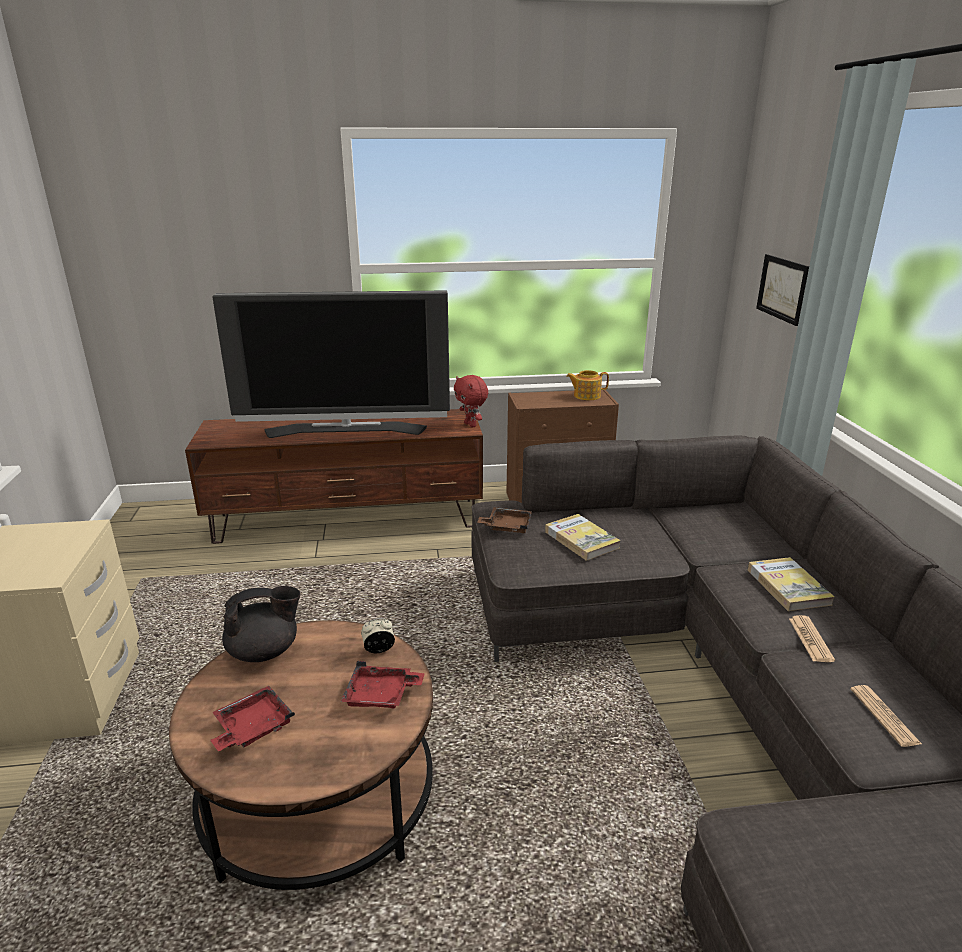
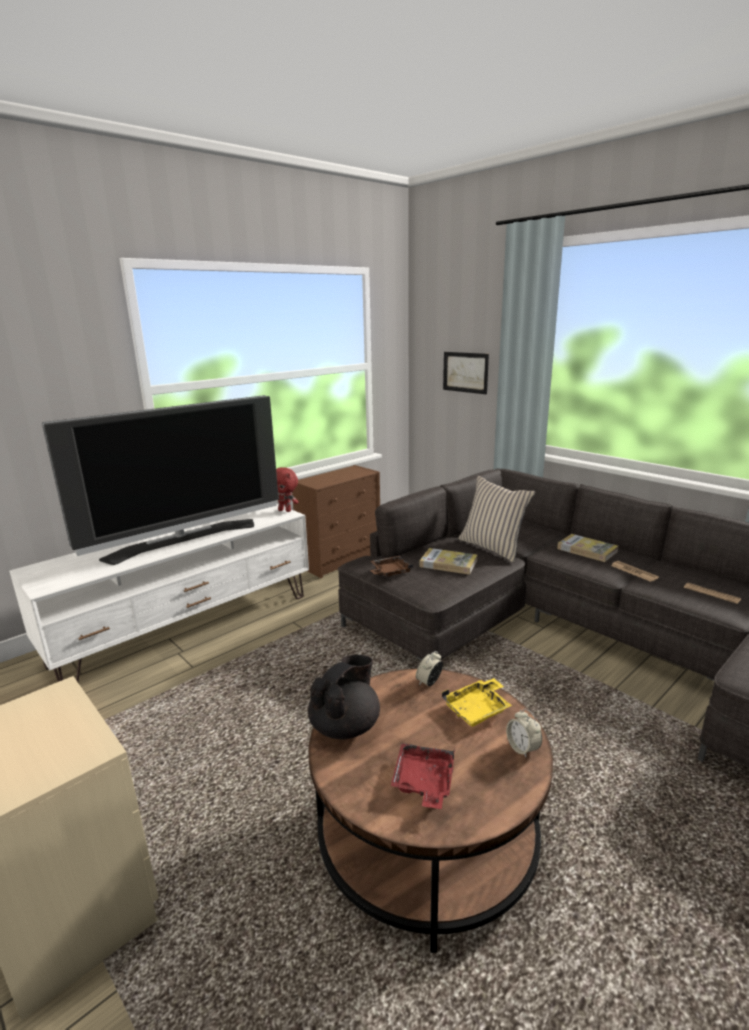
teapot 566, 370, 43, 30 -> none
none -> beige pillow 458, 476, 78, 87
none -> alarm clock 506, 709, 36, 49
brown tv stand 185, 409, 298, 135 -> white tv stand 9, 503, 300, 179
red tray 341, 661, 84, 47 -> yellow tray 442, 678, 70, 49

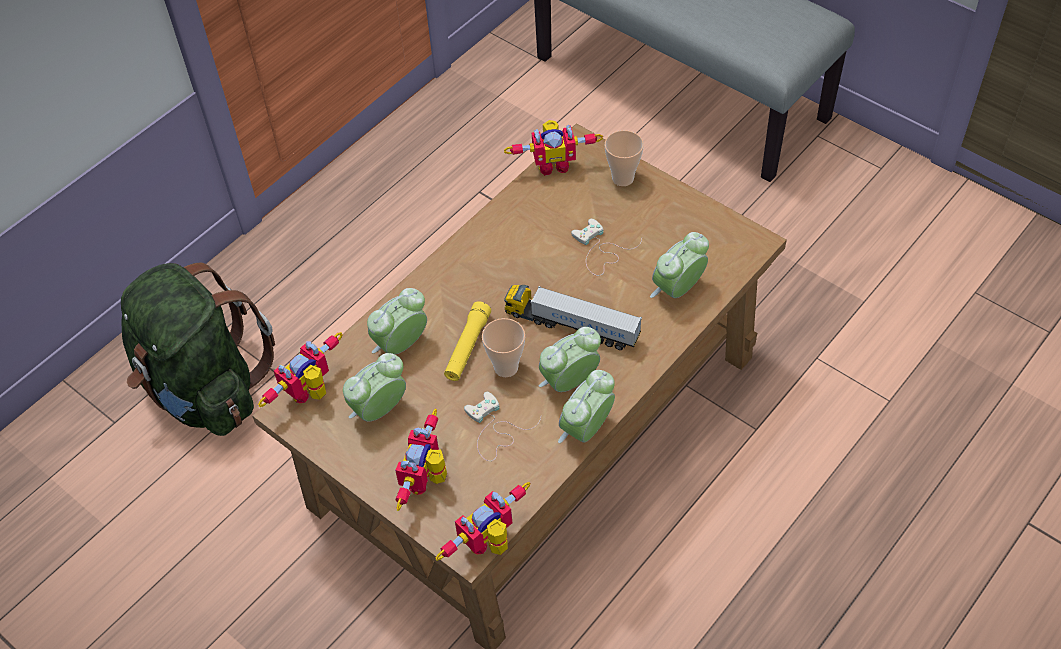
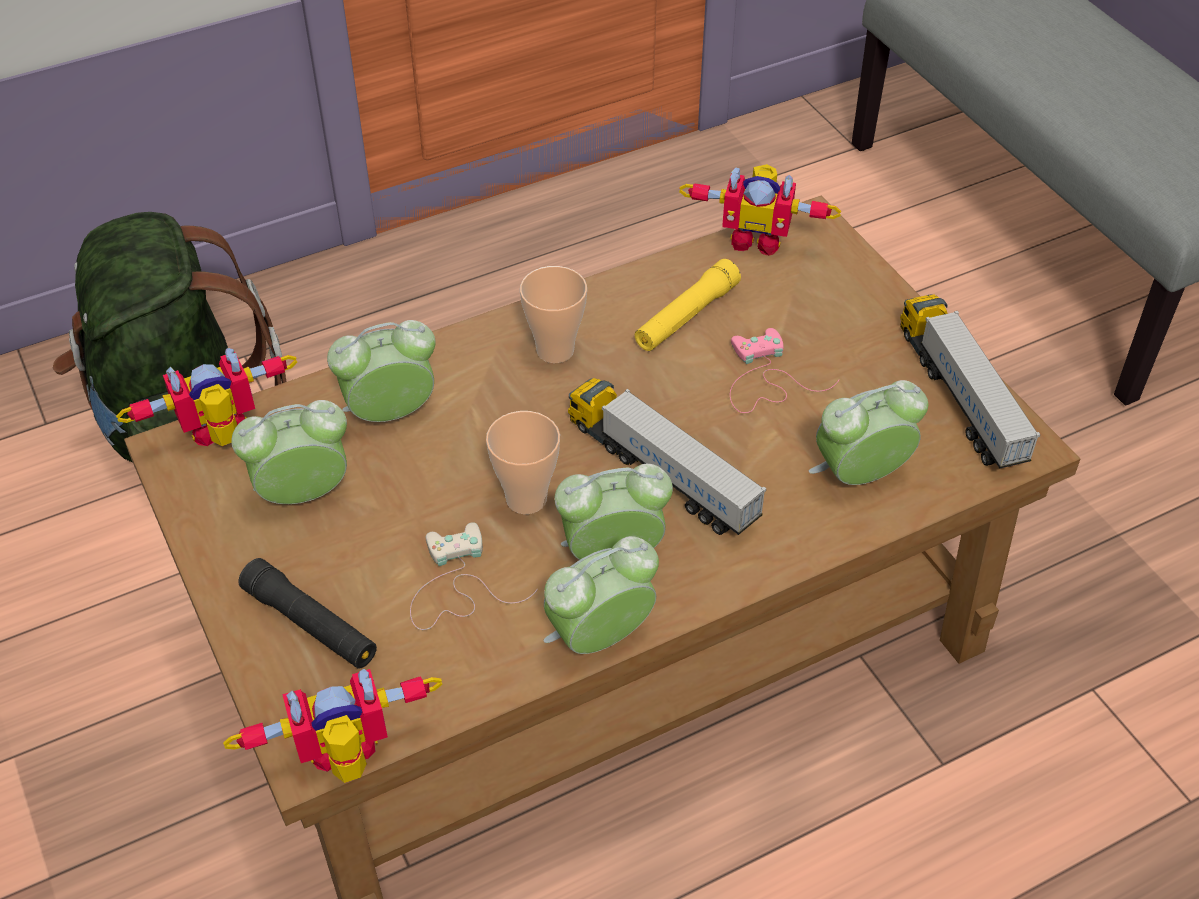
none -> toy truck 900, 294, 141, 175
yellow flashlight 444, 301, 47, 80 -> yellow flashlight 635, 259, 106, 92, move
cup 605, 130, 39, 56 -> cup 520, 266, 67, 97, move
toy robot 395, 409, 52, 102 -> black flashlight 238, 558, 139, 111
white game controller 571, 219, 71, 57 -> pink game controller 730, 328, 109, 85

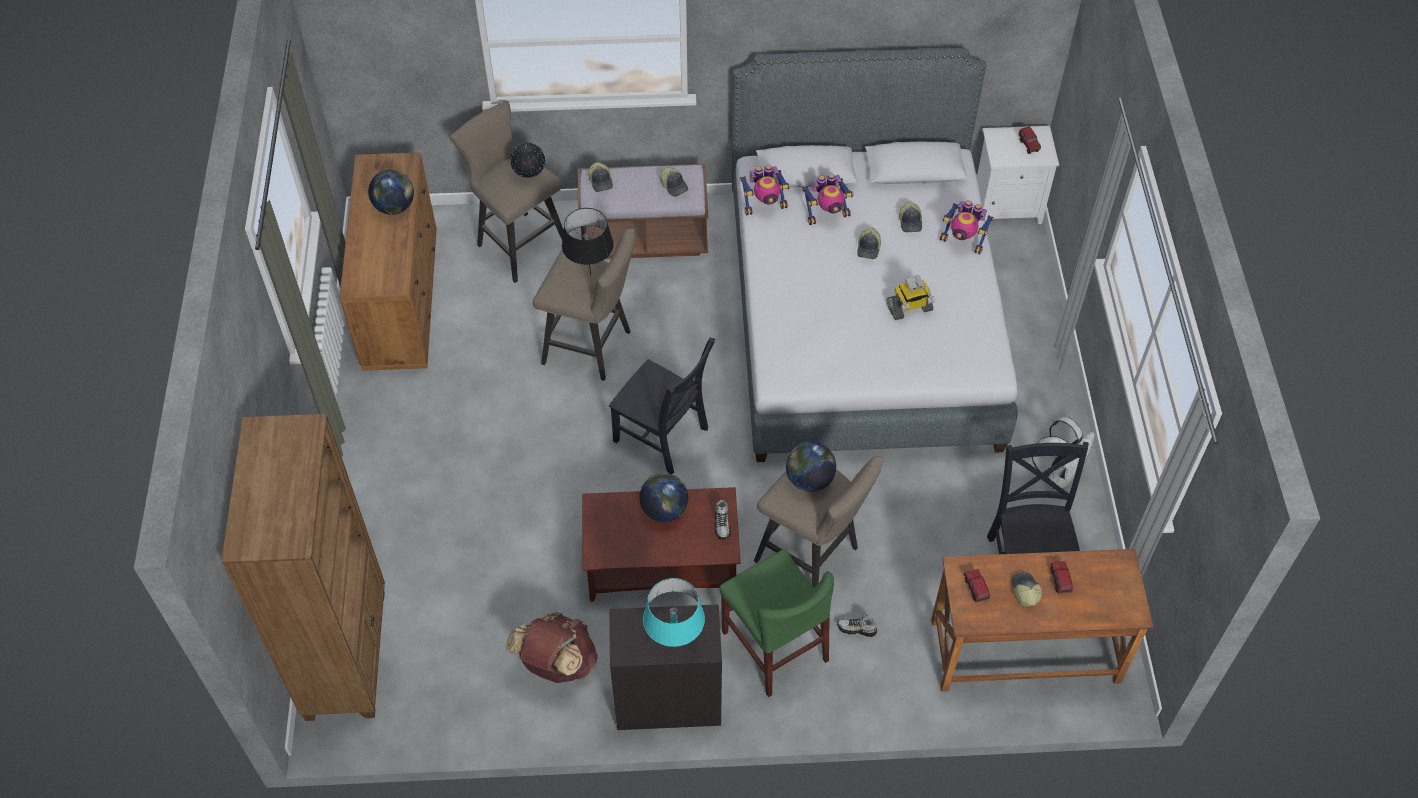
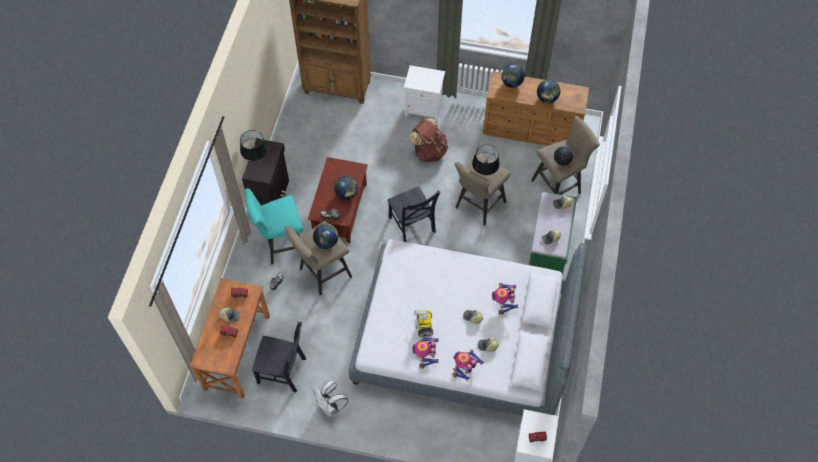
none -> white nightstand 404, 65, 41, 57
none -> globe 501, 64, 24, 24
brown backpack 506, 612, 92, 71 -> brown backpack 409, 118, 39, 44, move
toy robot 740, 165, 50, 50 -> toy robot 412, 335, 27, 34, move
green chair 719, 549, 115, 148 -> turquoise stool 245, 189, 58, 76
brown bench 578, 164, 130, 95 -> green bench 529, 191, 48, 84
turquoise table lamp 643, 578, 62, 69 -> black table lamp 240, 130, 28, 31
black chair 609, 337, 107, 137 -> black chair 388, 186, 53, 56, 75 degrees counterclockwise

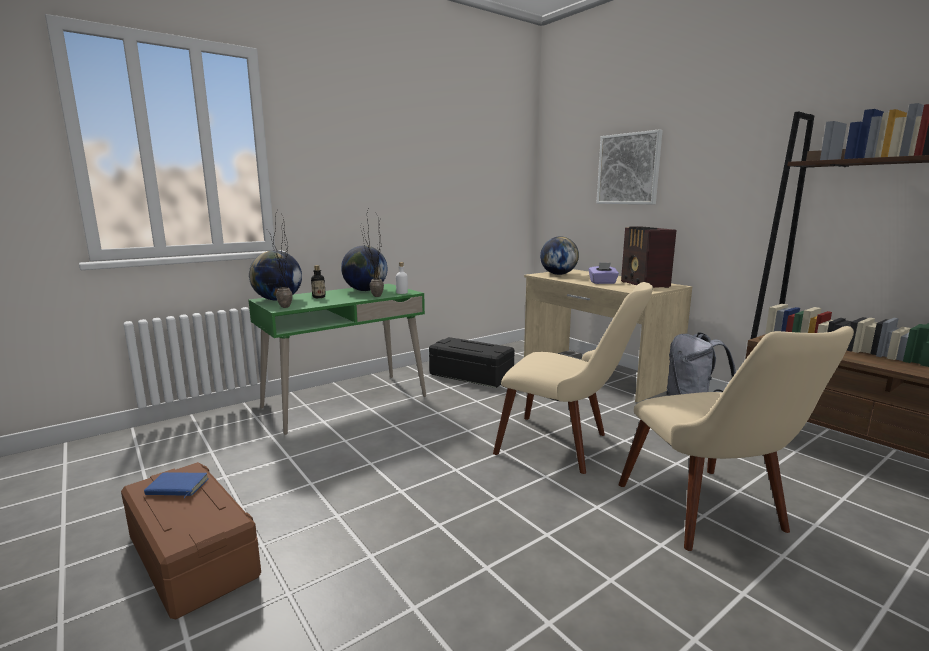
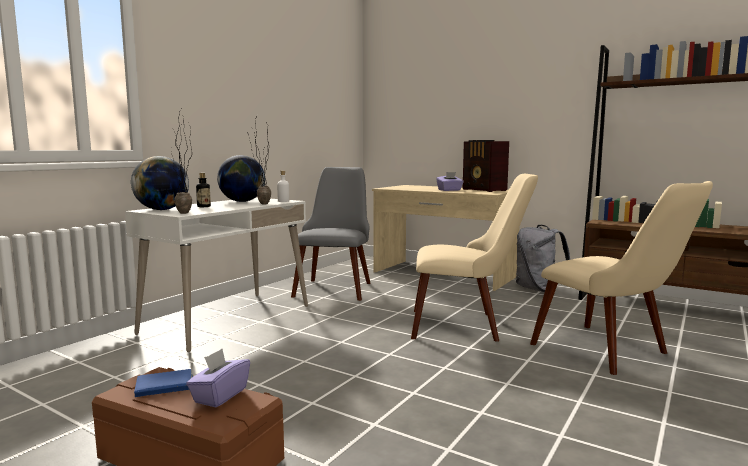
globe 540, 236, 39, 39 -> none
picture 597, 129, 66, 75 -> none
none -> purple tissue box 186, 349, 64, 59
black storage box 429, 337, 86, 51 -> grey chair 291, 167, 80, 134
green desk 248, 284, 178, 151 -> white desk 125, 198, 183, 154

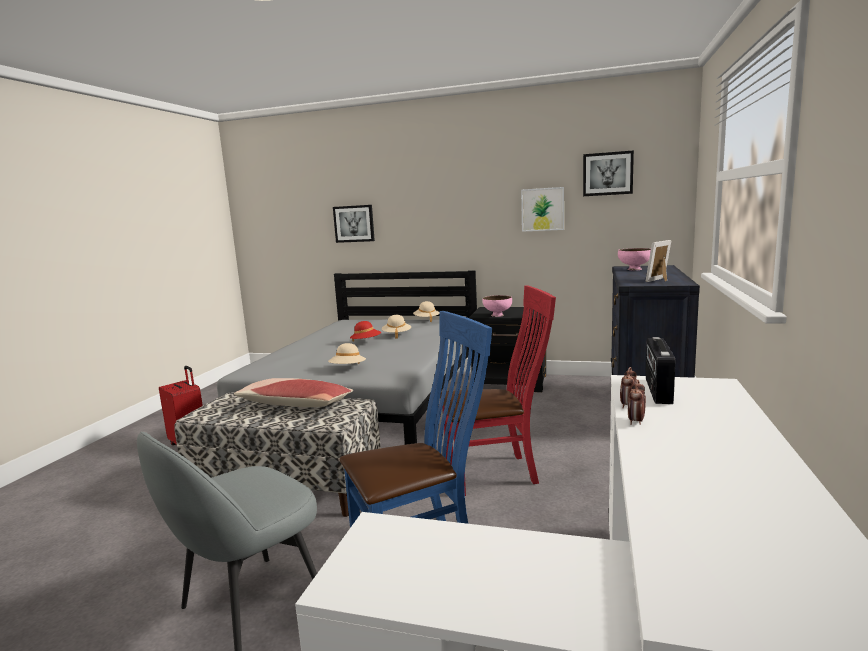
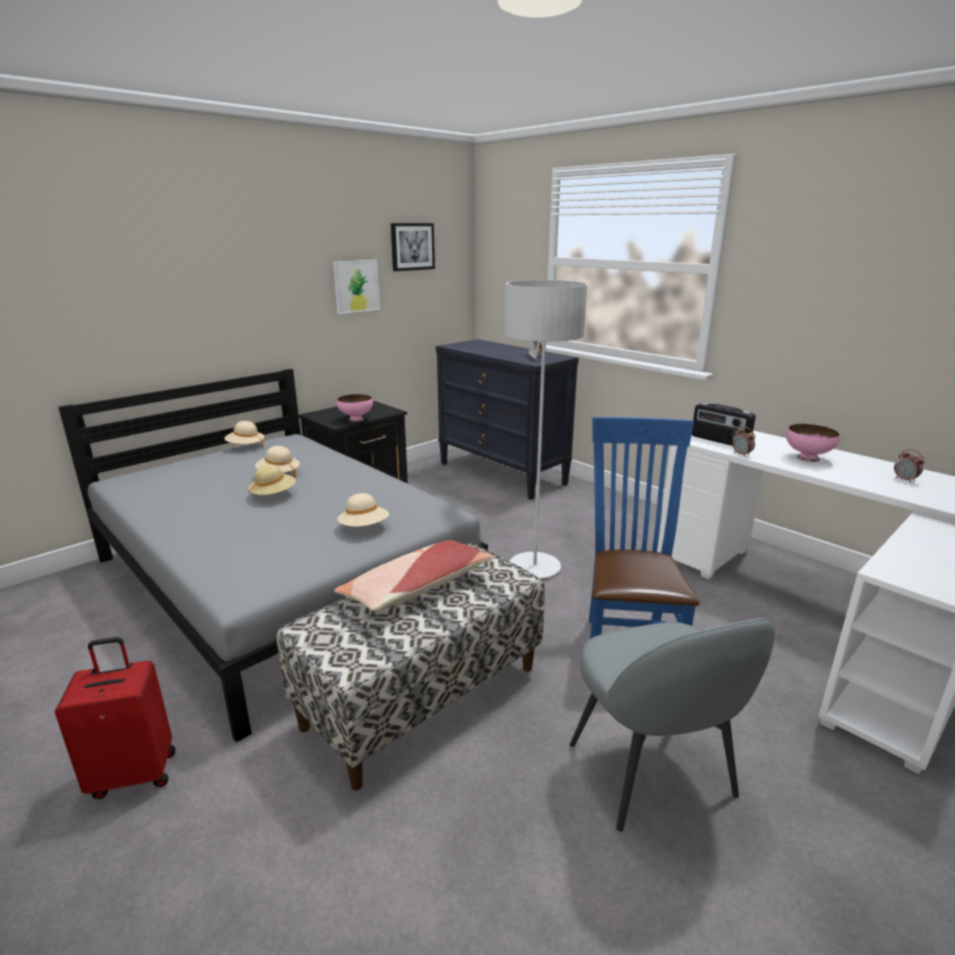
picture 333, 205, 42, 38 -> none
pink bowl 618, 248, 33, 22 -> pink bowl 786, 423, 55, 39, move
alarm clock 628, 380, 18, 45 -> alarm clock 894, 449, 31, 34, move
red chair 440, 285, 116, 211 -> grey floor lamp 505, 280, 83, 298
red hat 350, 321, 31, 21 -> beige hat 249, 464, 47, 36

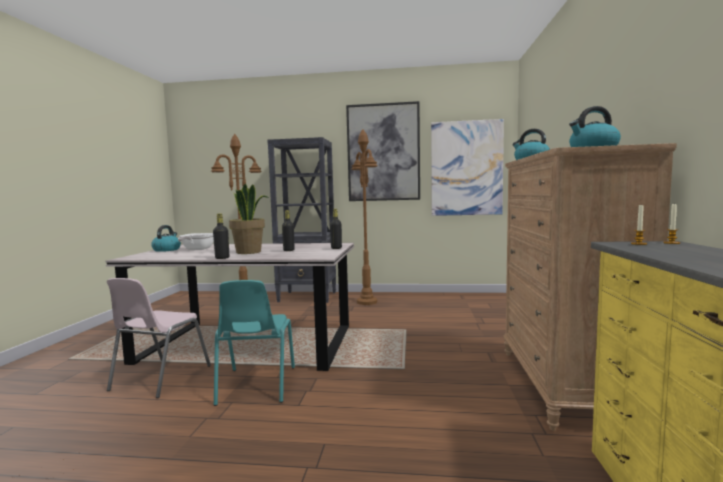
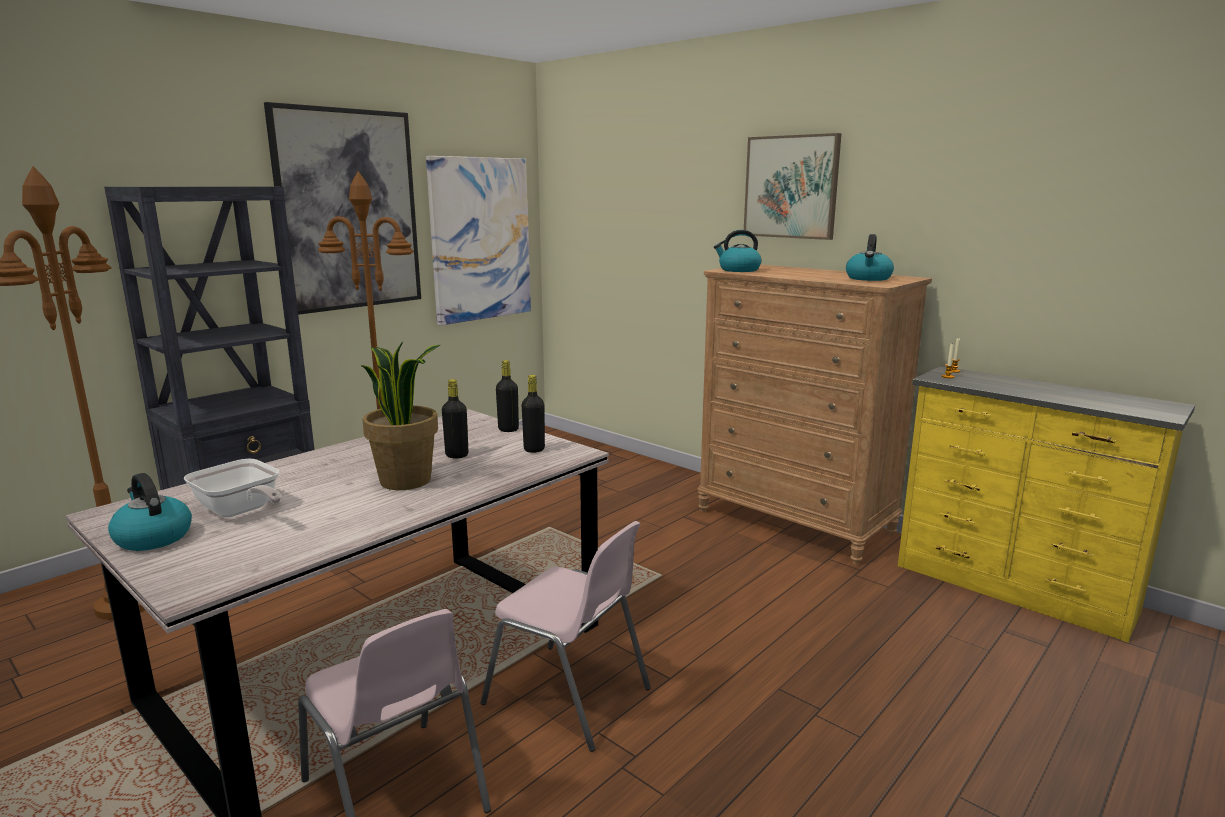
none -> picture 744, 133, 98, 107
black bottle 213, 213, 16, 46 -> black bottle 522, 375, 23, 78, move
turquoise chair 214, 280, 81, 126 -> pink chair 481, 521, 170, 231

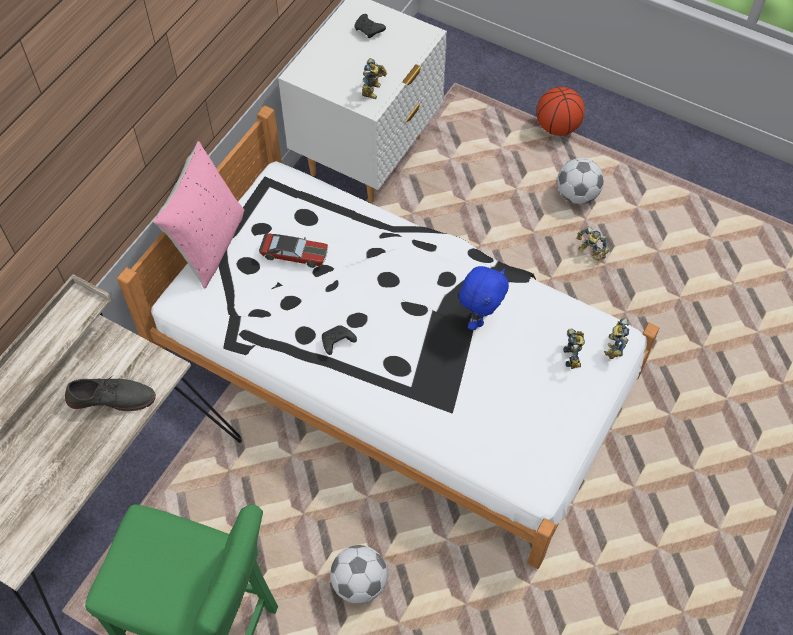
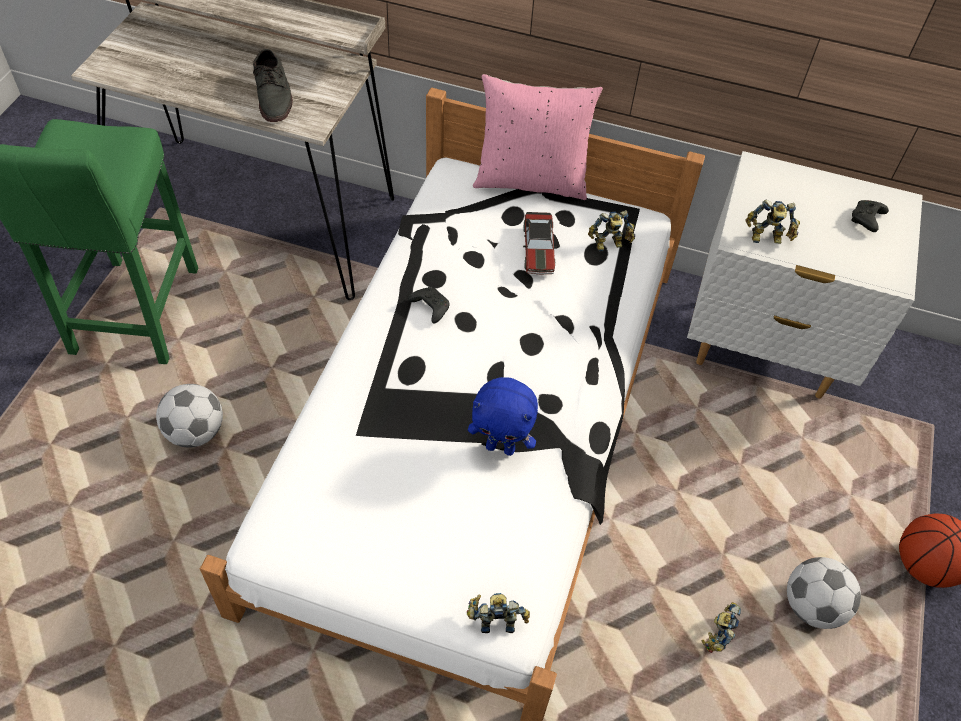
toy robot 563, 329, 22, 40 -> toy robot 588, 210, 47, 41, move

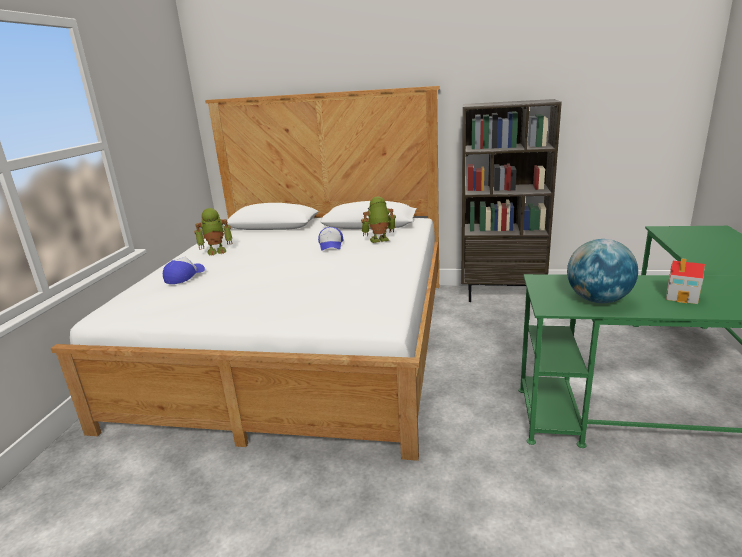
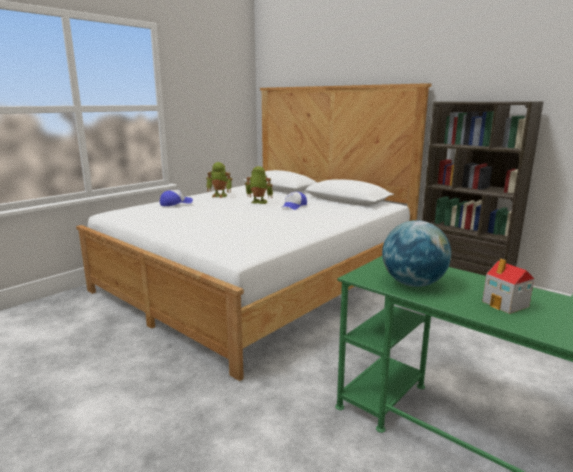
toy robot 361, 196, 35, 47 -> toy robot 245, 166, 28, 38, move

